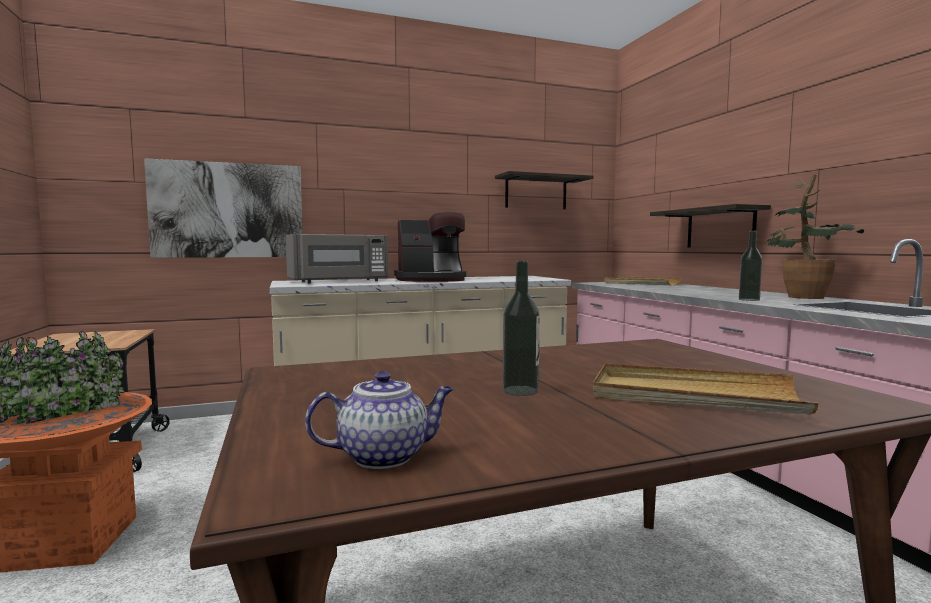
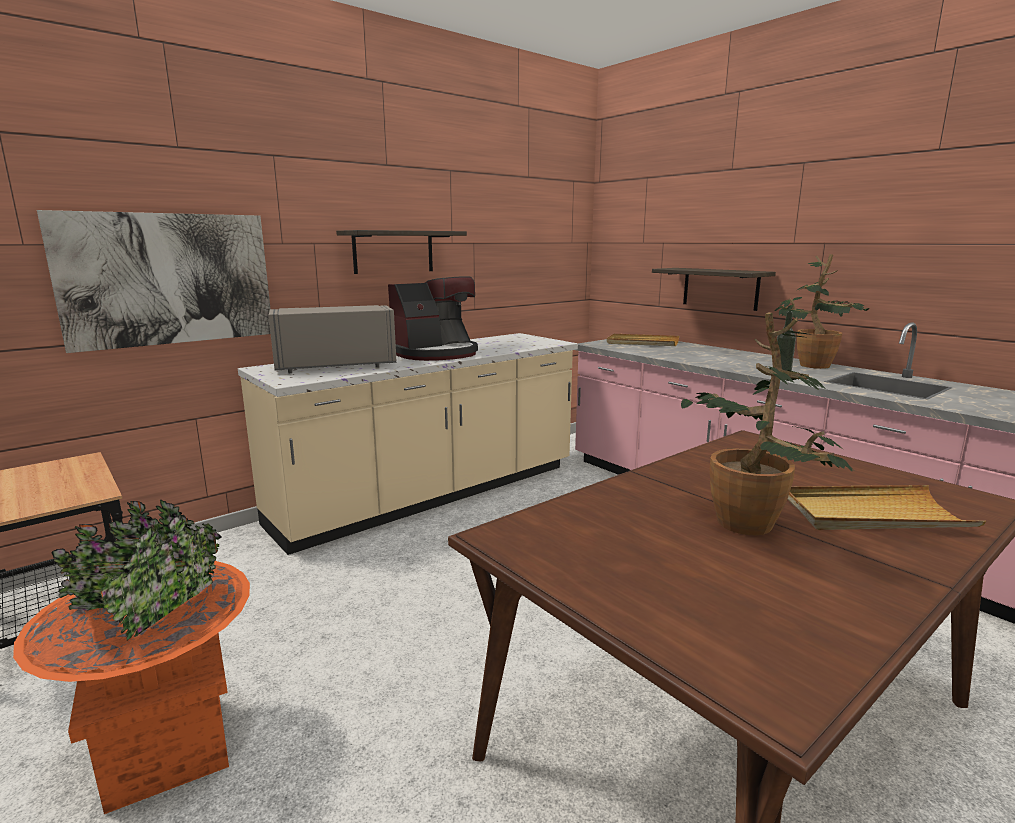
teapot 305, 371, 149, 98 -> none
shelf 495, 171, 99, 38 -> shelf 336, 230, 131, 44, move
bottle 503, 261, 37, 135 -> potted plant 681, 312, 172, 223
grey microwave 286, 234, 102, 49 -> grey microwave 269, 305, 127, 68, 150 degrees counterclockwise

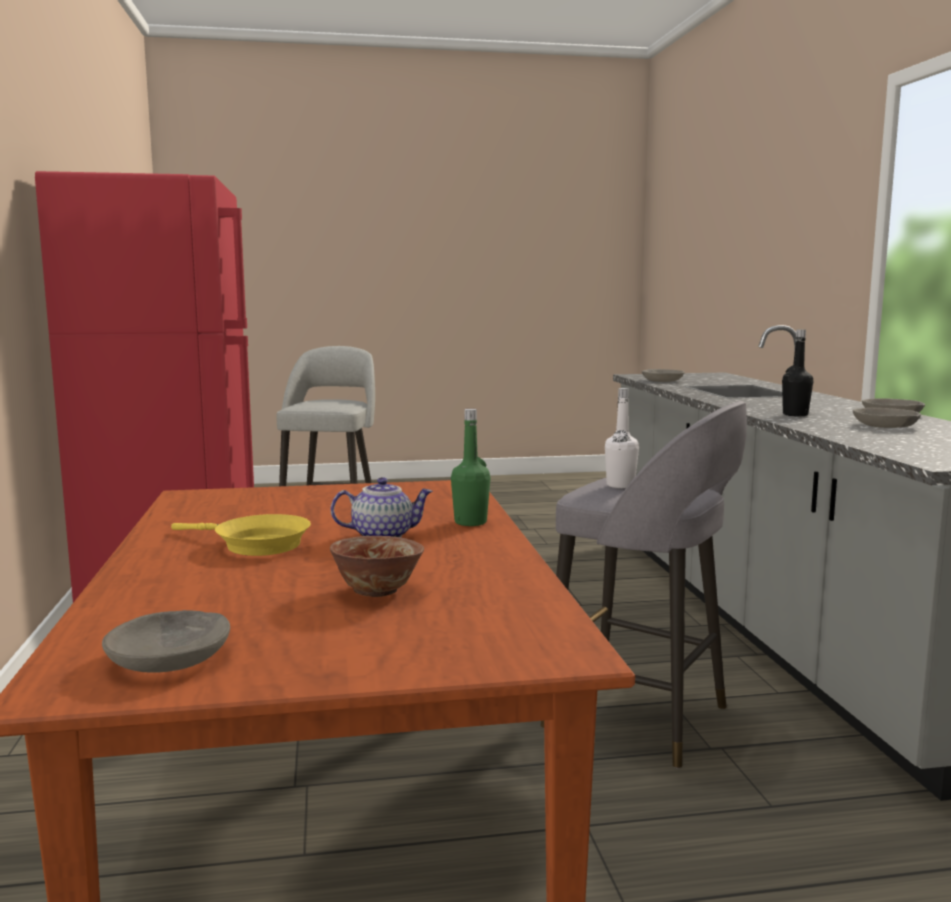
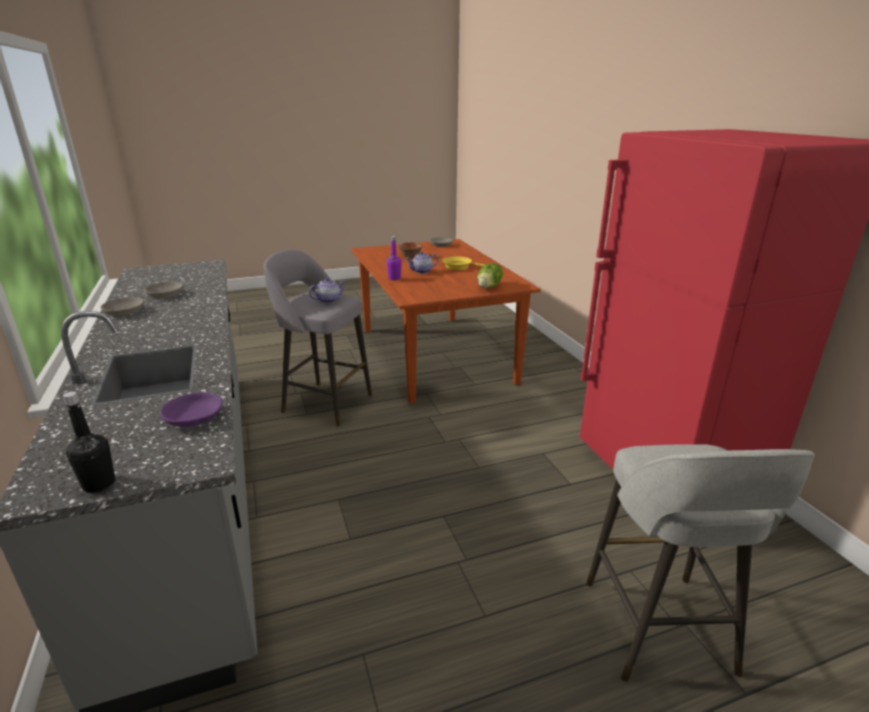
none -> lettuce 477, 263, 26, 25
black bottle 782, 329, 31, 87 -> black bottle 63, 391, 52, 102, move
white bottle 605, 388, 34, 100 -> teapot 309, 278, 37, 25
green bottle 451, 409, 40, 117 -> purple bottle 387, 236, 15, 44
grey bowl 642, 369, 43, 13 -> purple bowl 160, 392, 63, 35

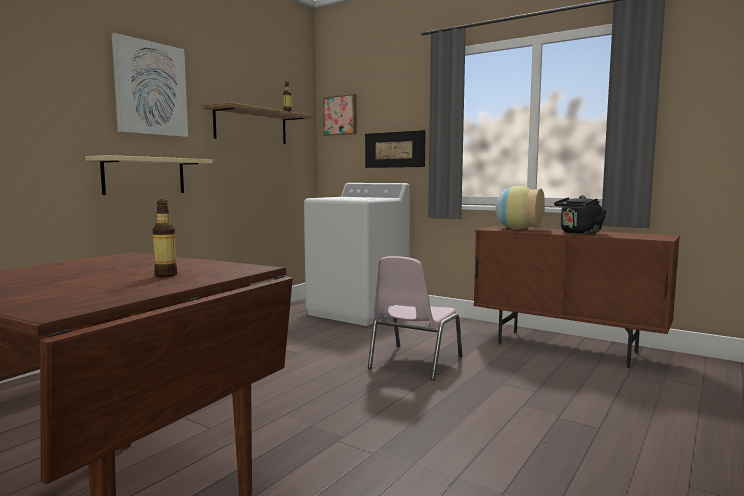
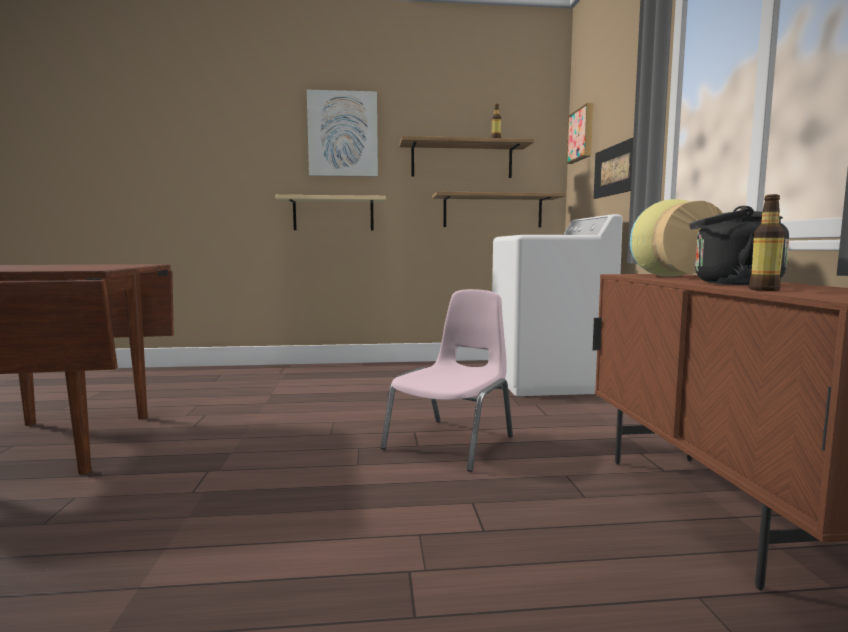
none -> shelf 432, 192, 134, 35
bottle 152, 199, 25, 78 -> bottle 749, 194, 36, 97, move
pink chair 368, 256, 94, 124 -> pink chair 381, 289, 132, 183, 135 degrees clockwise

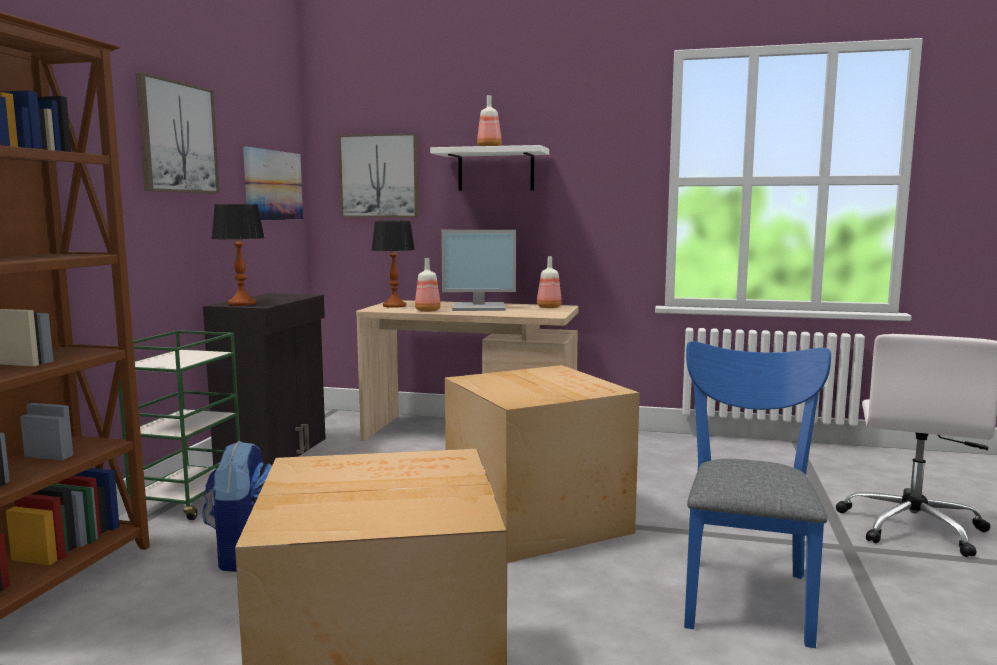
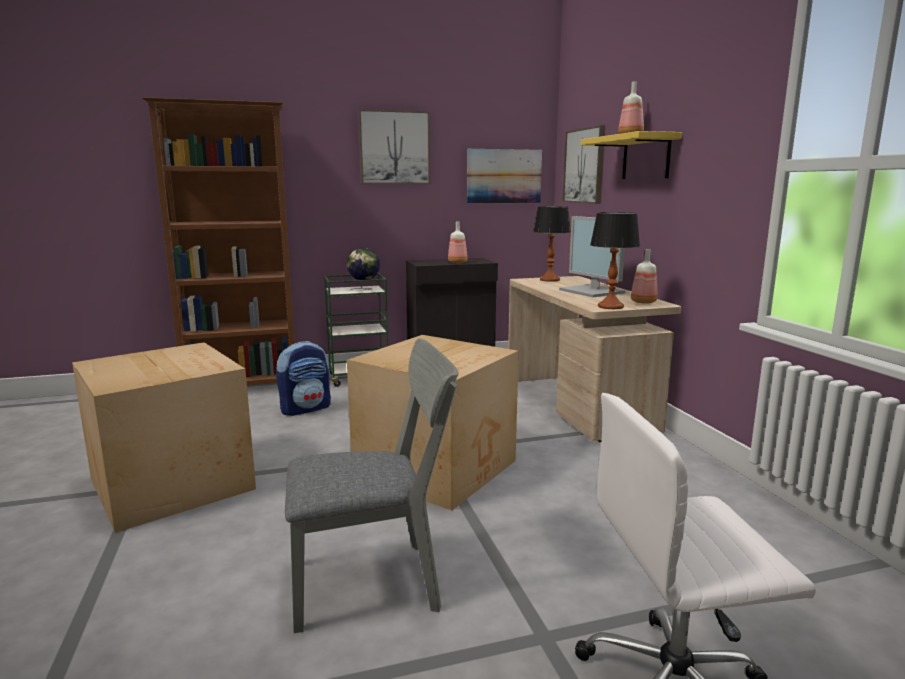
none -> globe 347, 248, 33, 42
table lamp 211, 204, 54, 102 -> table lamp 590, 212, 50, 97, move
bottle 415, 258, 26, 54 -> bottle 448, 221, 20, 42, move
white shelf 430, 145, 119, 46 -> yellow shelf 580, 131, 102, 48
blue chair 684, 341, 147, 307 -> grey chair 285, 339, 174, 294

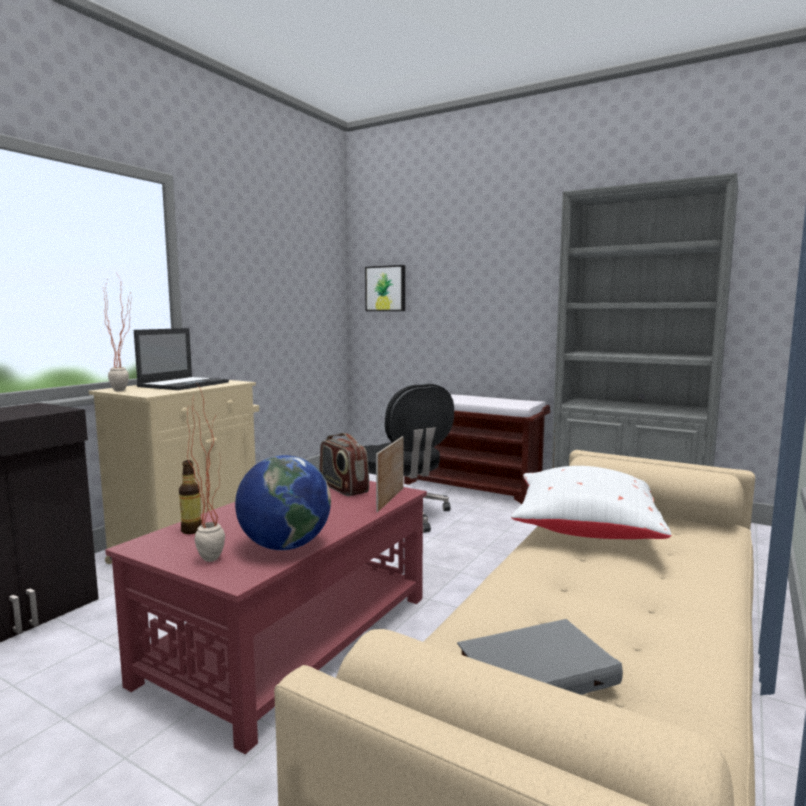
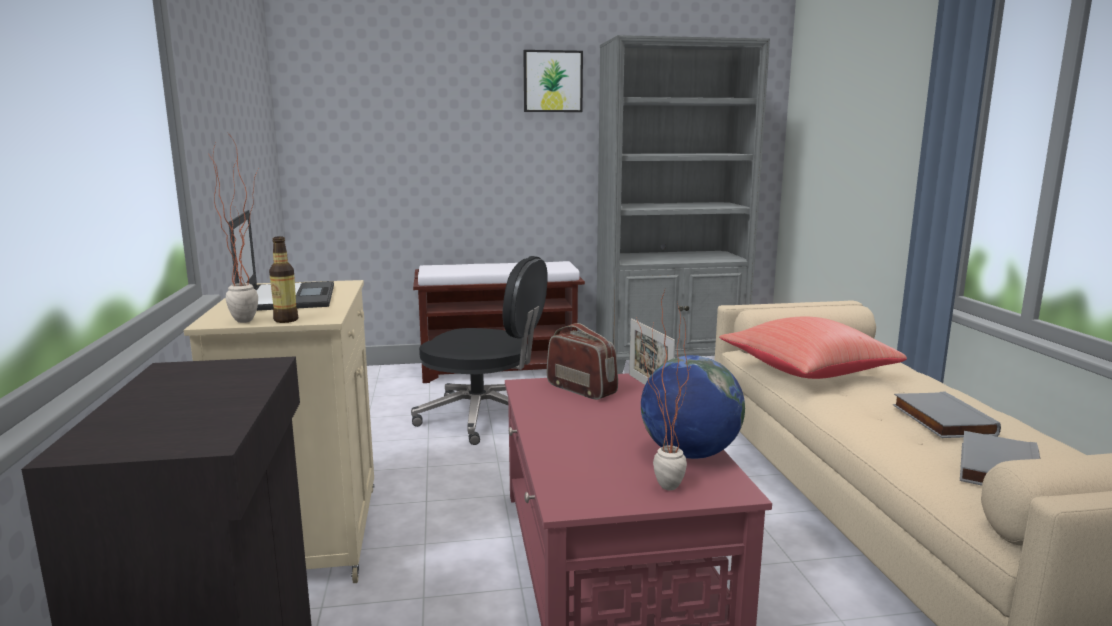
none -> grey book 893, 391, 108, 47
bottle 179, 460, 23, 74 -> bottle 269, 236, 29, 87, move
picture 365, 265, 40, 46 -> picture 523, 50, 60, 62, move
white pillow 511, 466, 161, 73 -> red pillow 719, 317, 188, 62
radio 320, 433, 49, 63 -> radio 547, 323, 71, 77, 150 degrees counterclockwise

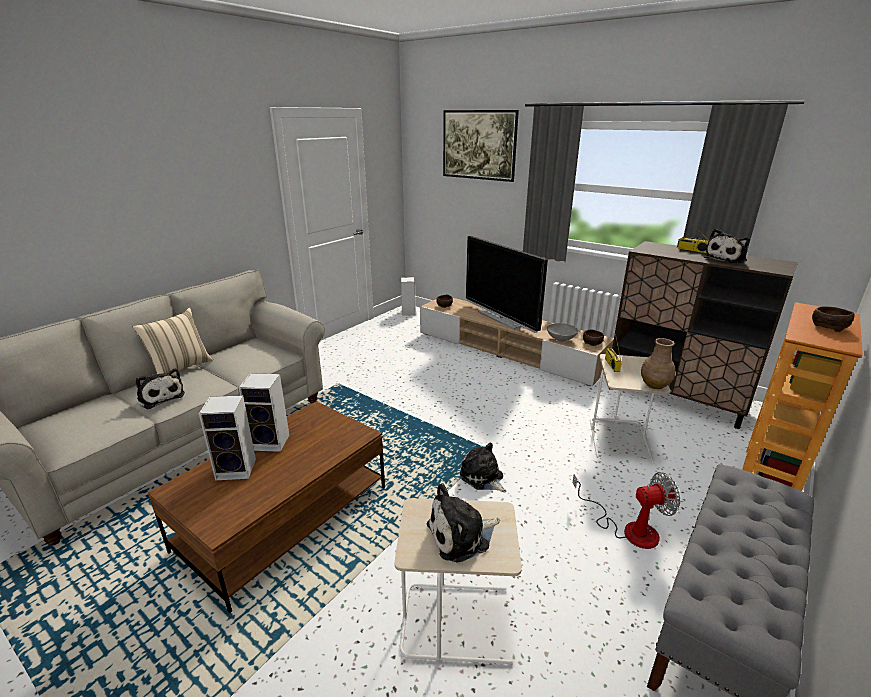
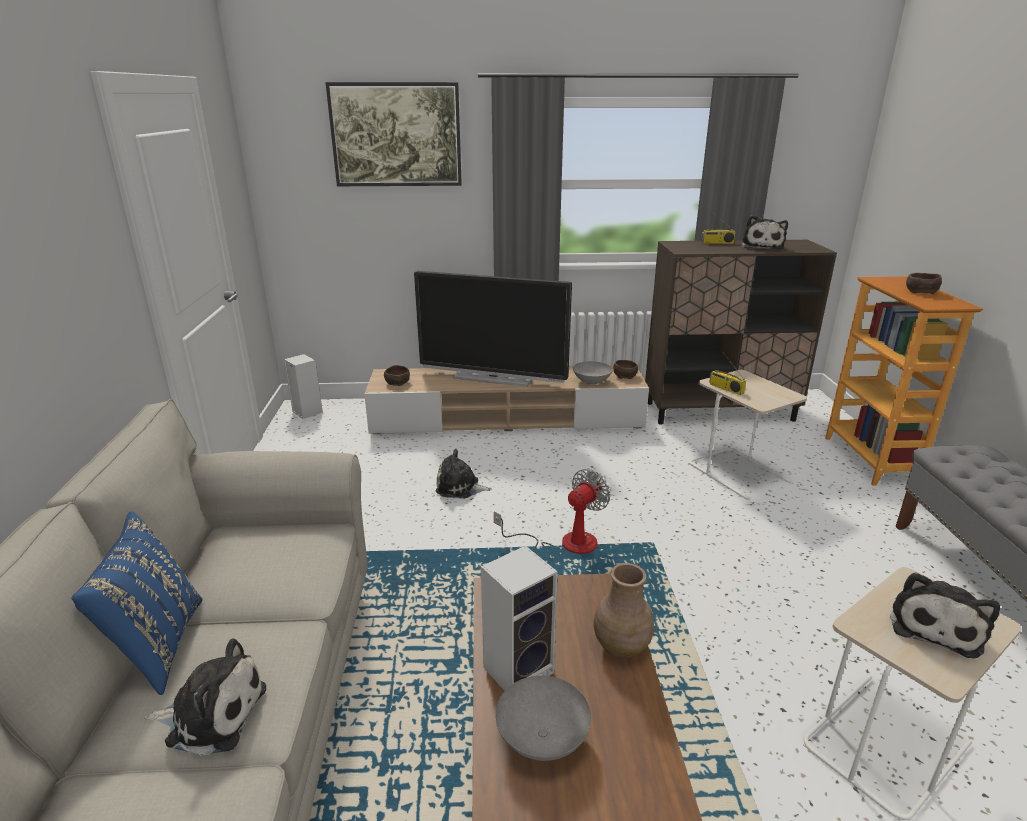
plush toy 459, 442, 47, 50 -> plush toy 435, 449, 57, 50, move
fan 573, 472, 107, 77 -> fan 494, 469, 116, 86, move
brown vase 641, 338, 34, 51 -> brown vase 593, 563, 61, 95, move
speaker 199, 395, 57, 86 -> grey bowl 495, 676, 96, 85
beige pillow 133, 307, 80, 67 -> blue pillow 71, 511, 131, 184

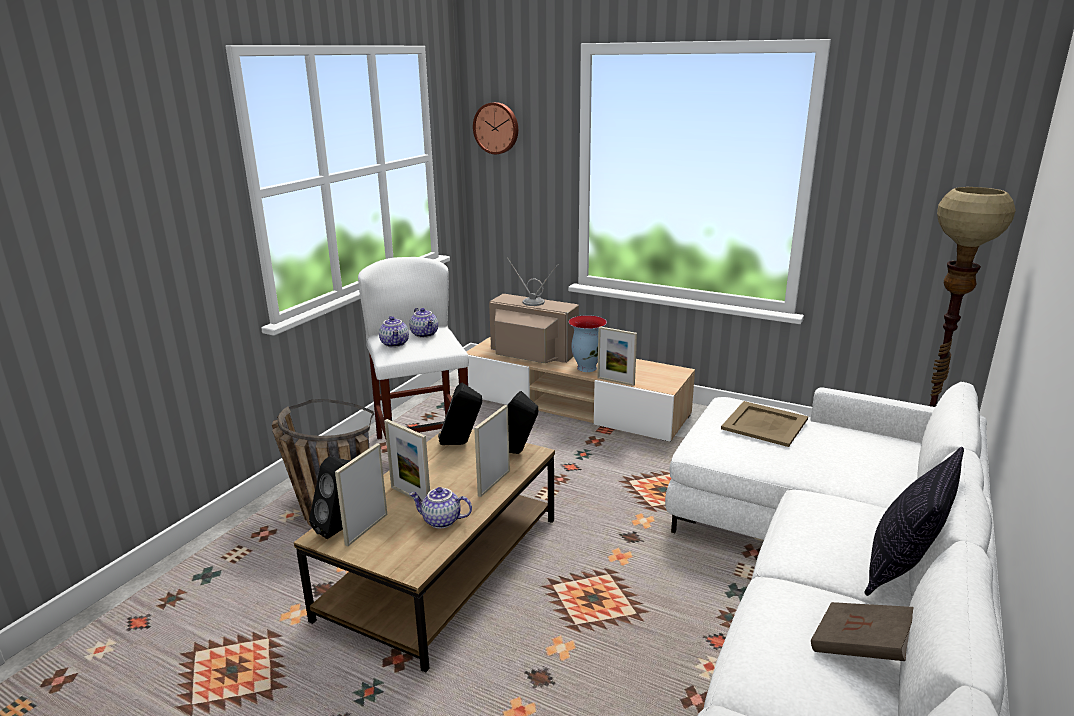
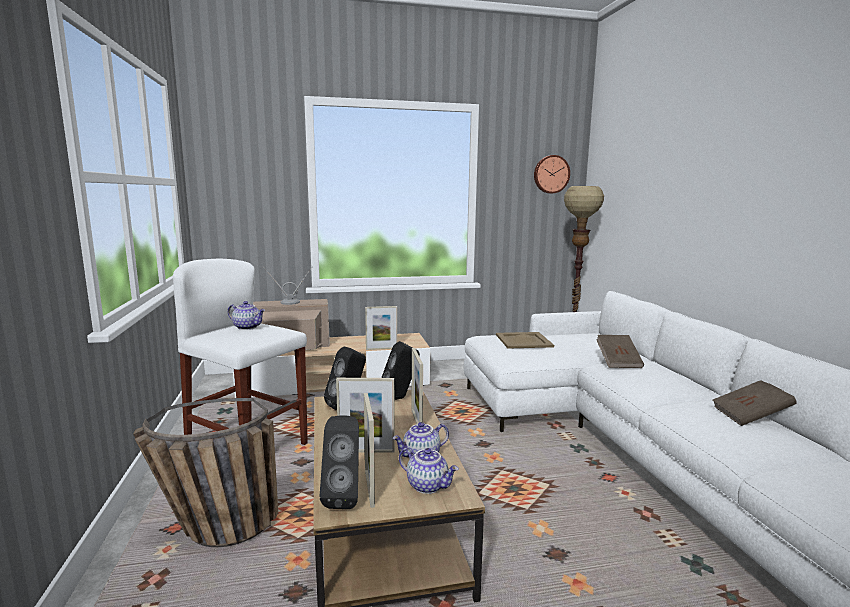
vase 569, 315, 38, 57 -> none
pillow 864, 447, 100, 149 -> none
none -> brown book 596, 335, 48, 33
teapot 379, 316, 30, 32 -> teapot 399, 448, 60, 46, move
wall clock 473, 102, 45, 52 -> wall clock 534, 155, 36, 38, move

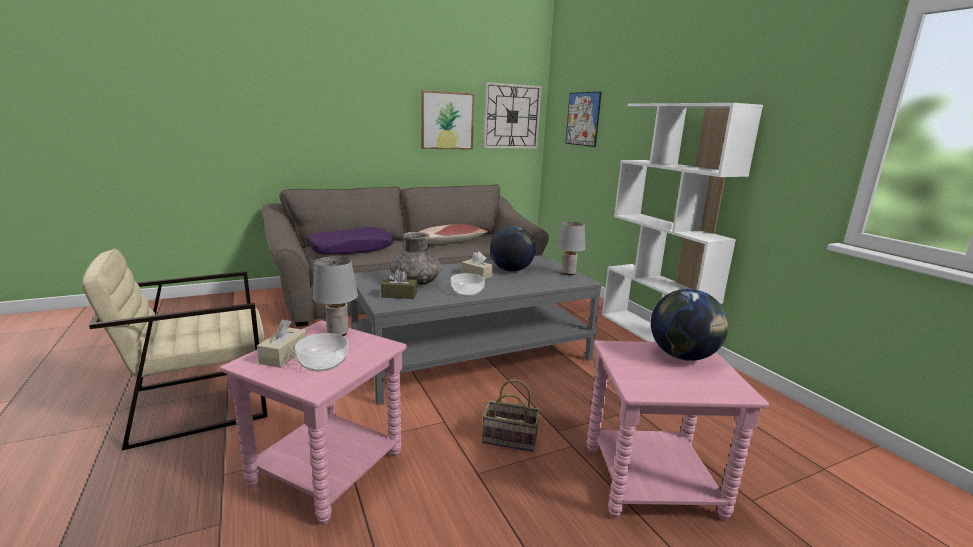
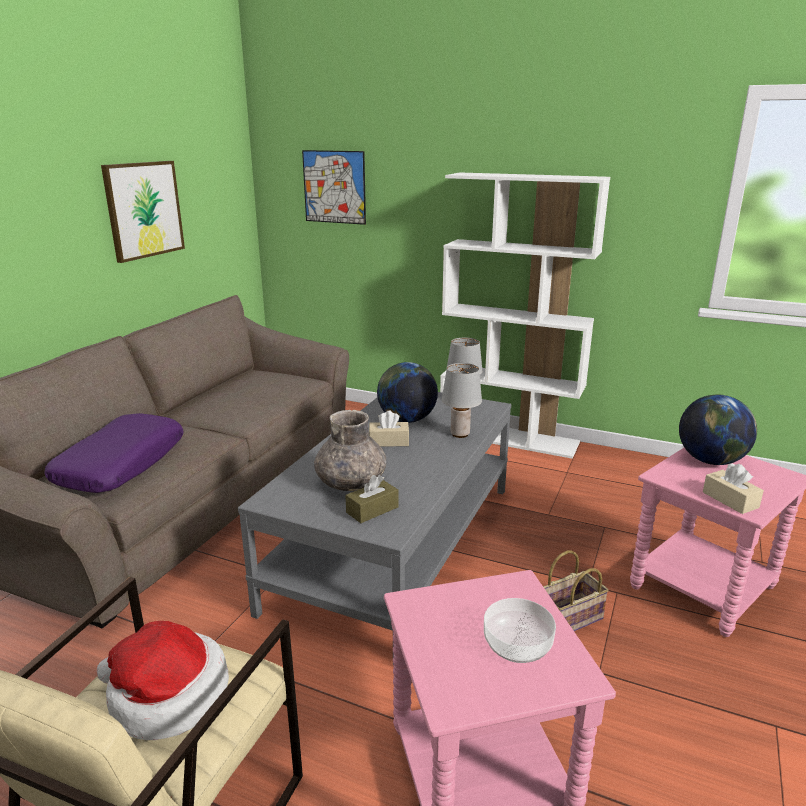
pillow 419, 224, 69, 20 -> none
bowl 451, 273, 34, 23 -> none
wall clock 483, 82, 59, 67 -> none
none -> hat 97, 621, 132, 119
beige tissue box 257, 319, 50, 49 -> beige tissue box 703, 463, 61, 51, move
grey table lamp 312, 256, 46, 80 -> grey table lamp 442, 363, 40, 75, move

